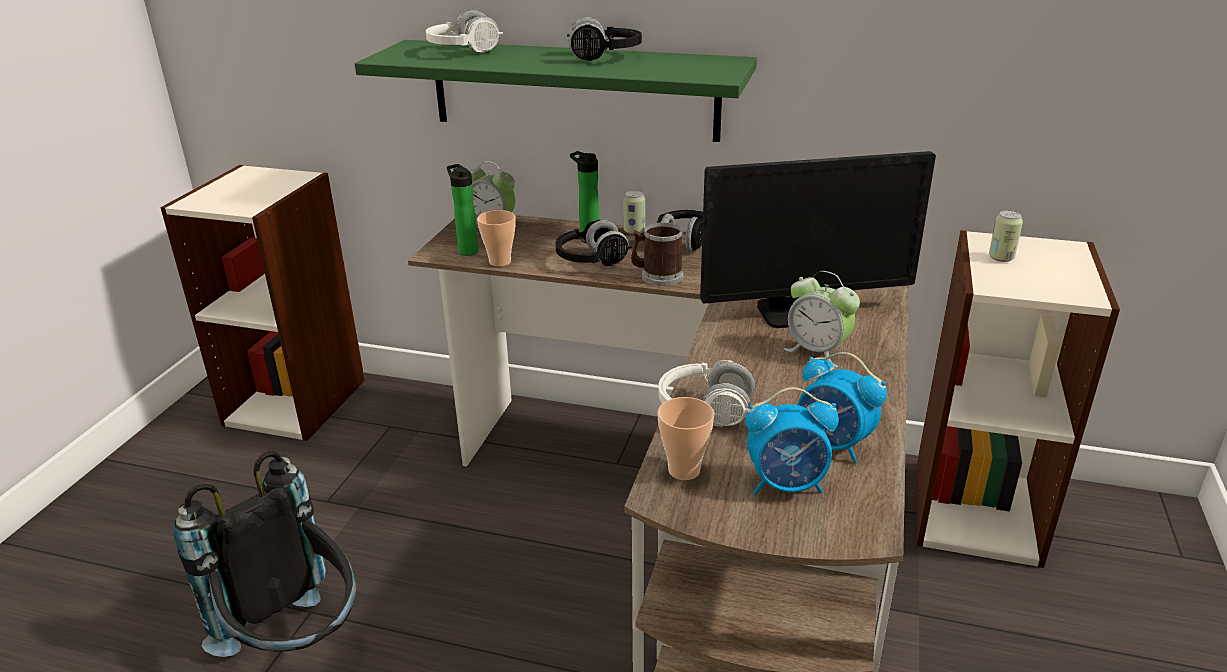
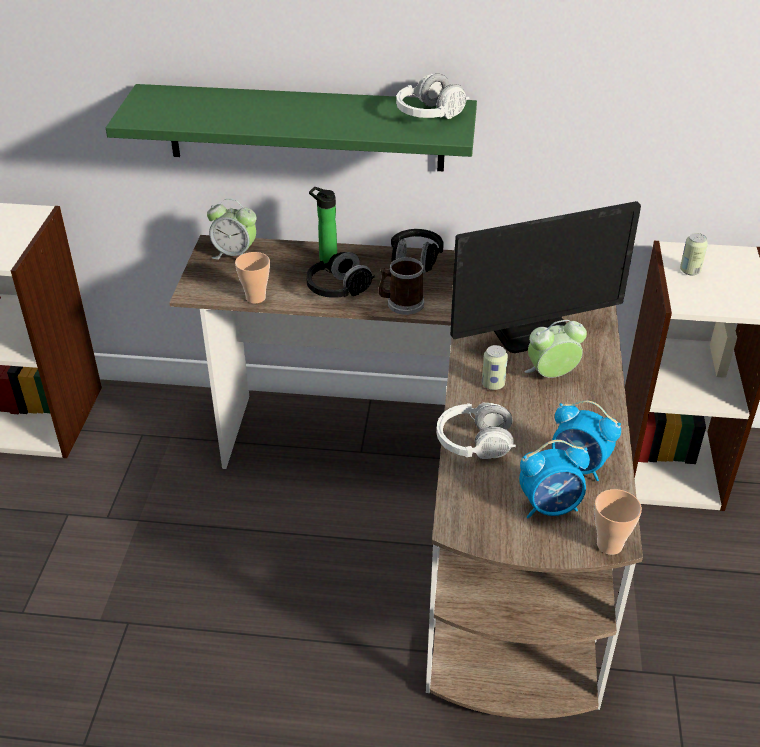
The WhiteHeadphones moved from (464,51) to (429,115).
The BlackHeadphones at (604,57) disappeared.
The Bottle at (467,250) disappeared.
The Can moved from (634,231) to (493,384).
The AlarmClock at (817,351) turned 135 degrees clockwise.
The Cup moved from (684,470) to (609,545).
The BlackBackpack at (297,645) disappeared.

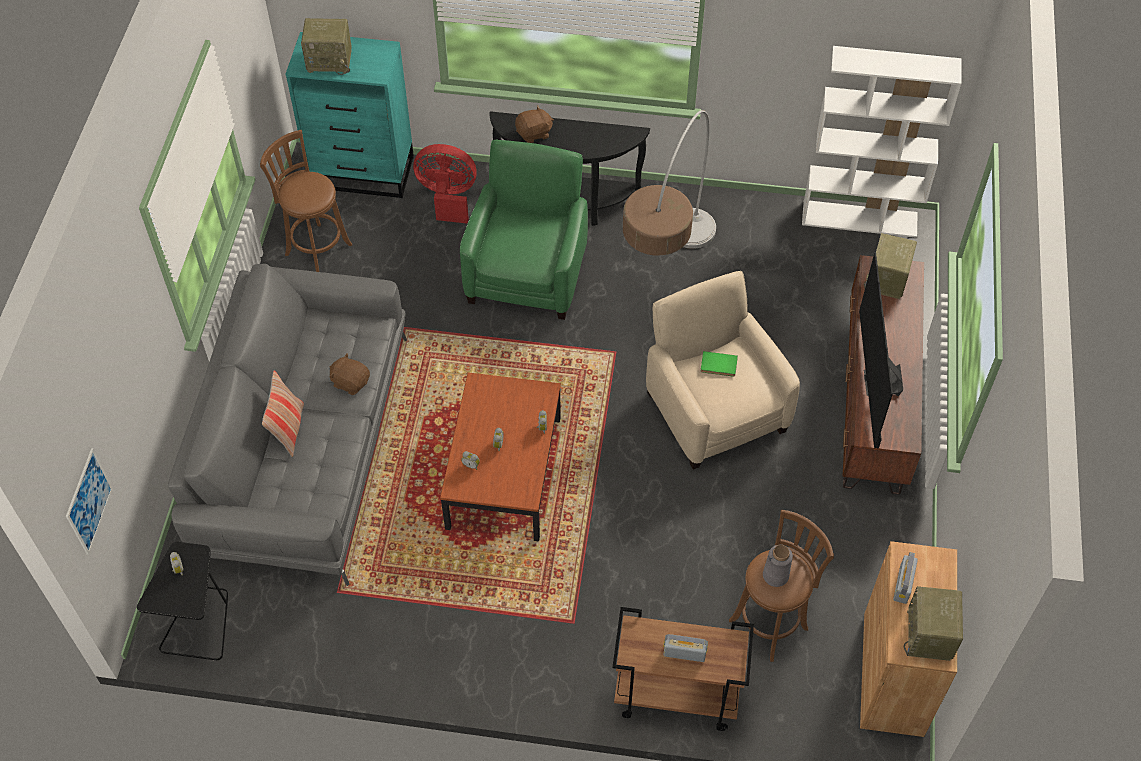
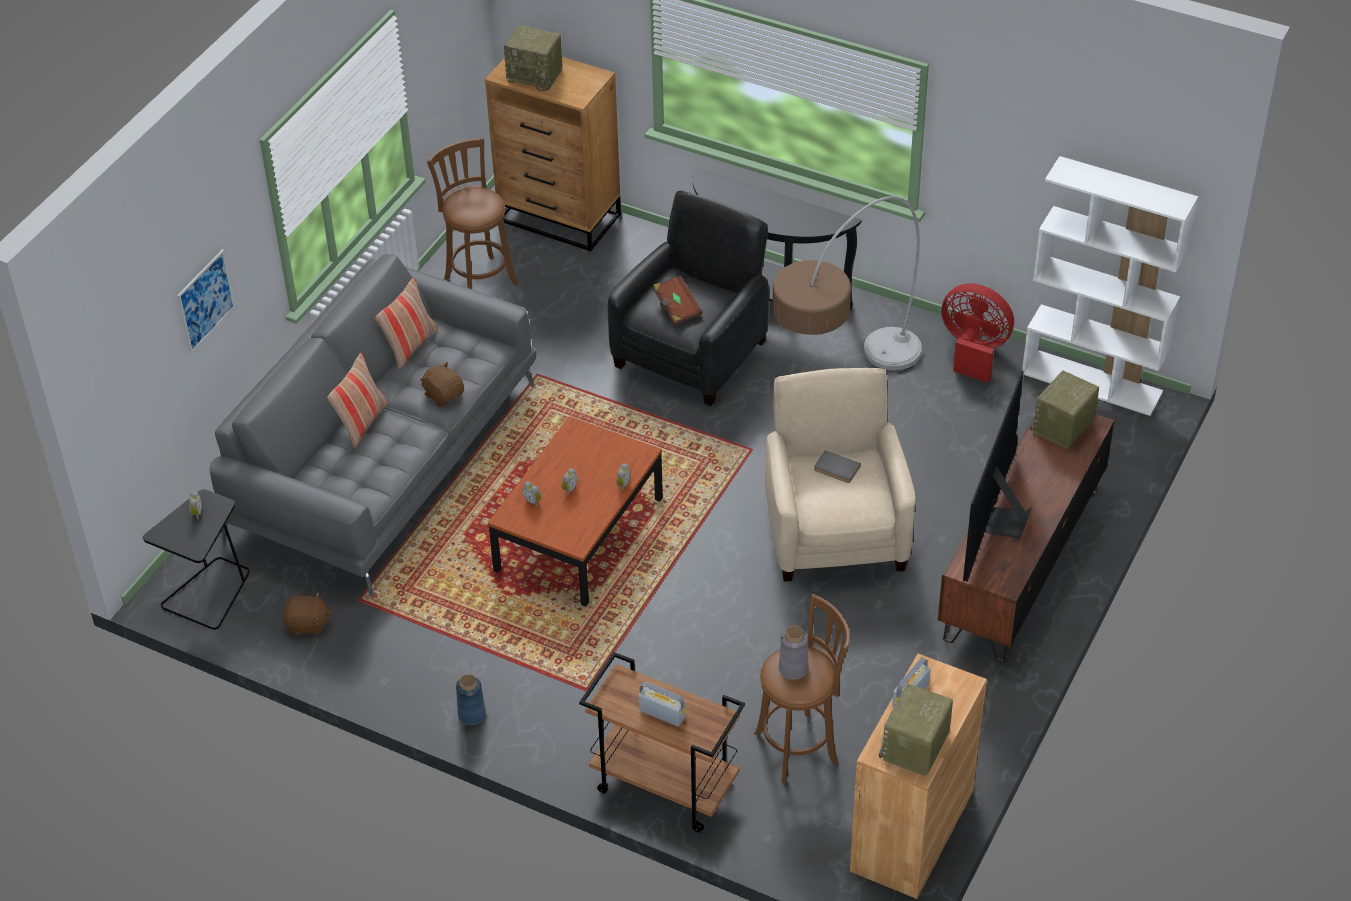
The TurquoiseDresser at (362,172) became the BrownDresser at (560,218).
The BrownPlushToy moved from (534,133) to (307,624).
The GreenArmchair at (527,273) became the BlackArmchair at (692,352).
The RedFan moved from (447,197) to (973,351).
The GreenBook at (718,366) became the GreyBook at (836,469).
The Picture moved from (89,501) to (205,301).
The BrownBook at (676,308) appeared.
The Pillow at (410,346) appeared.
The BlueVase at (472,714) appeared.

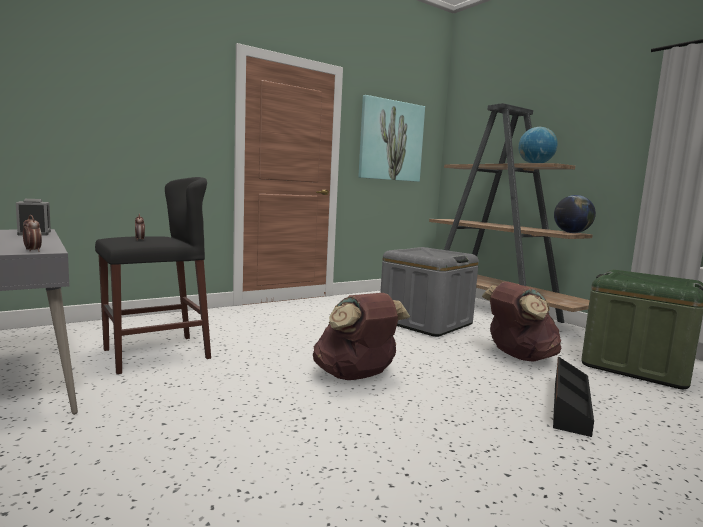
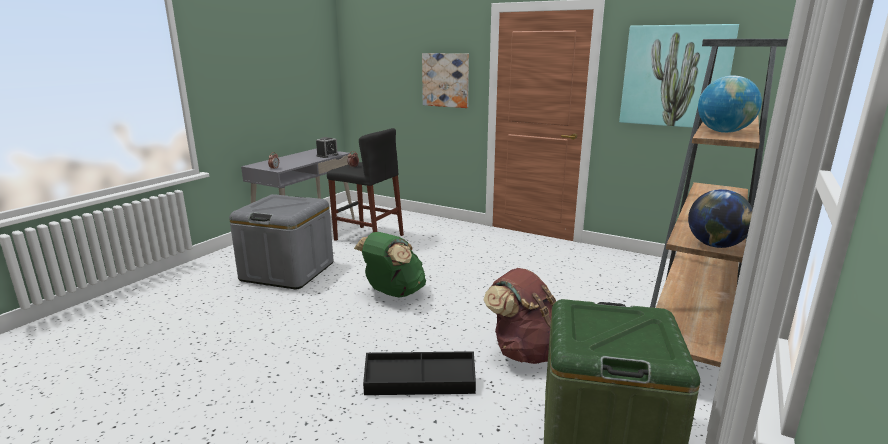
The GreyStorageBox moved from (425,322) to (287,271).
The BrownBackpack at (356,376) became the GreenBackpack at (393,293).
The Picture at (446,80) appeared.

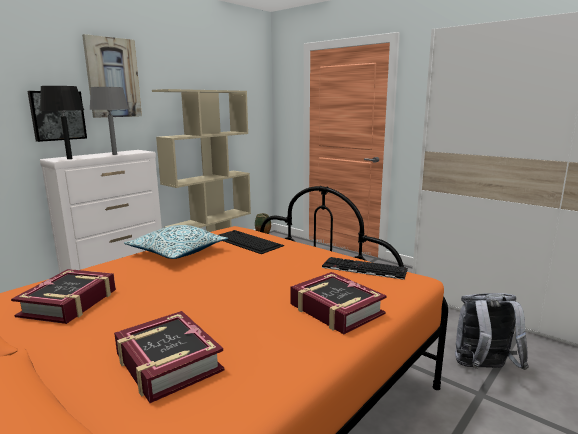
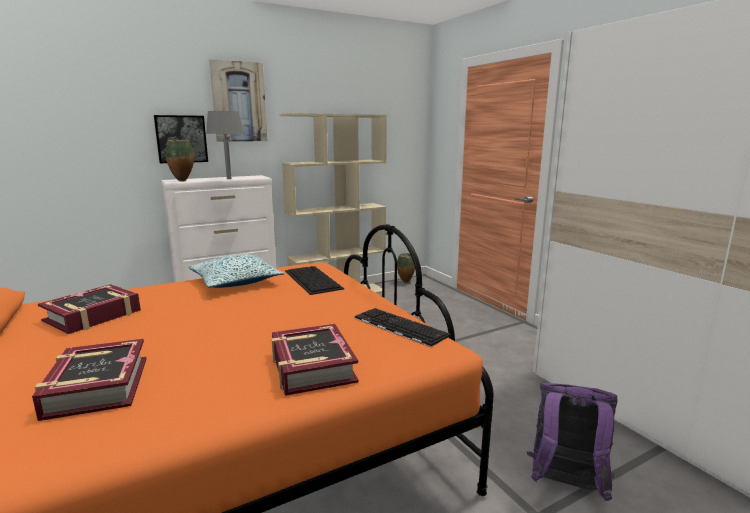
The BlackTableLamp at (70,159) was replaced by the Vase at (183,181).
The GreyBackpack at (483,369) became the PurpleBackpack at (565,485).

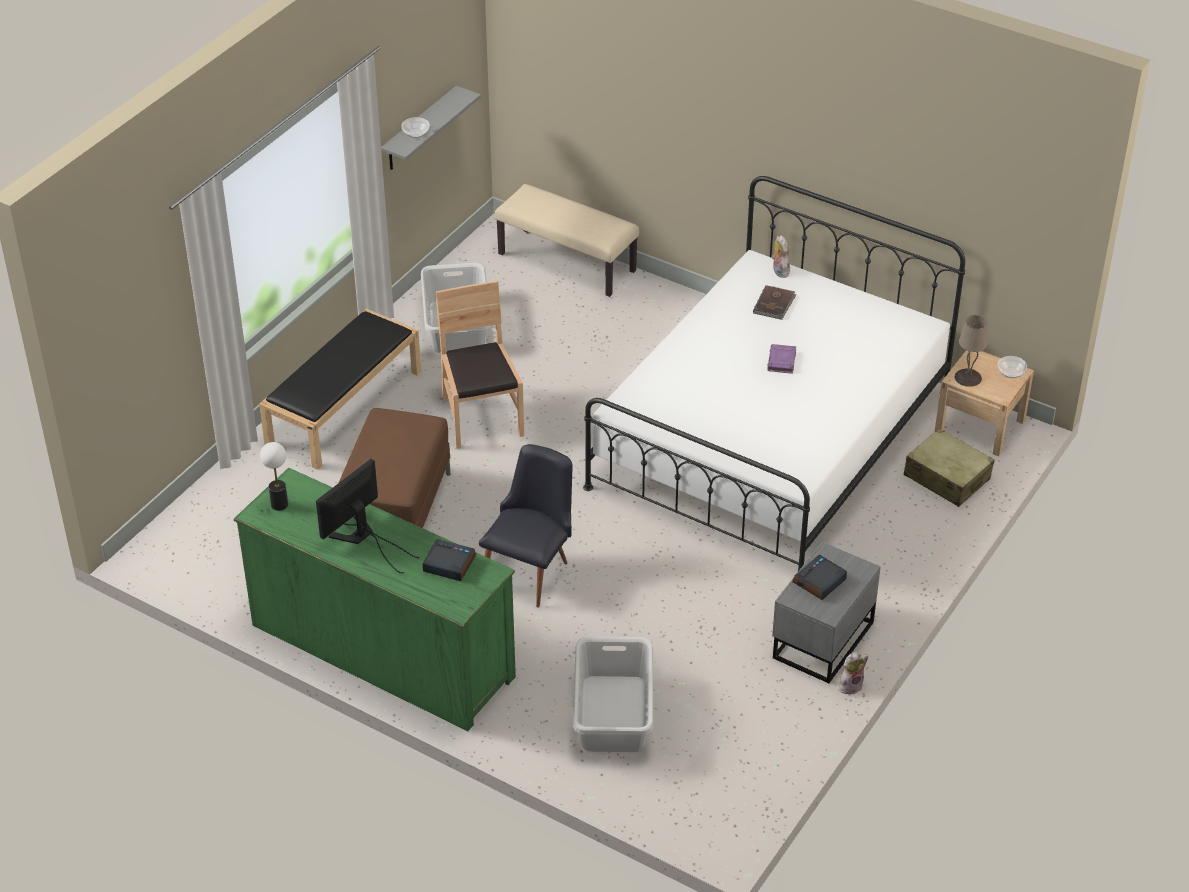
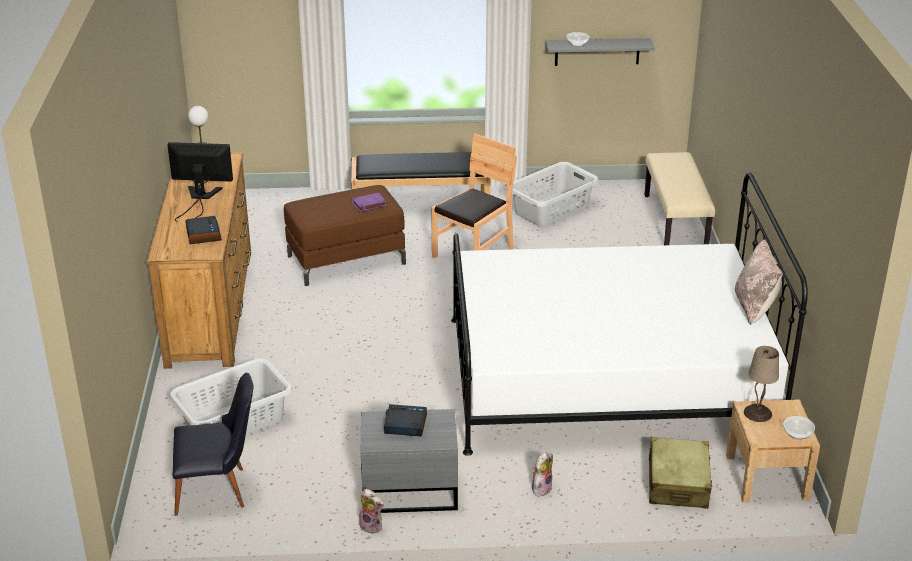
The PlushToy moved from (779,271) to (541,488).
The BrownBook at (774,304) disappeared.
The PurpleBook moved from (782,361) to (368,204).
The BlackChair moved from (531,569) to (218,491).
The GreenDresser at (382,650) became the BrownDresser at (210,306).
The BeigePillow at (755,307) appeared.

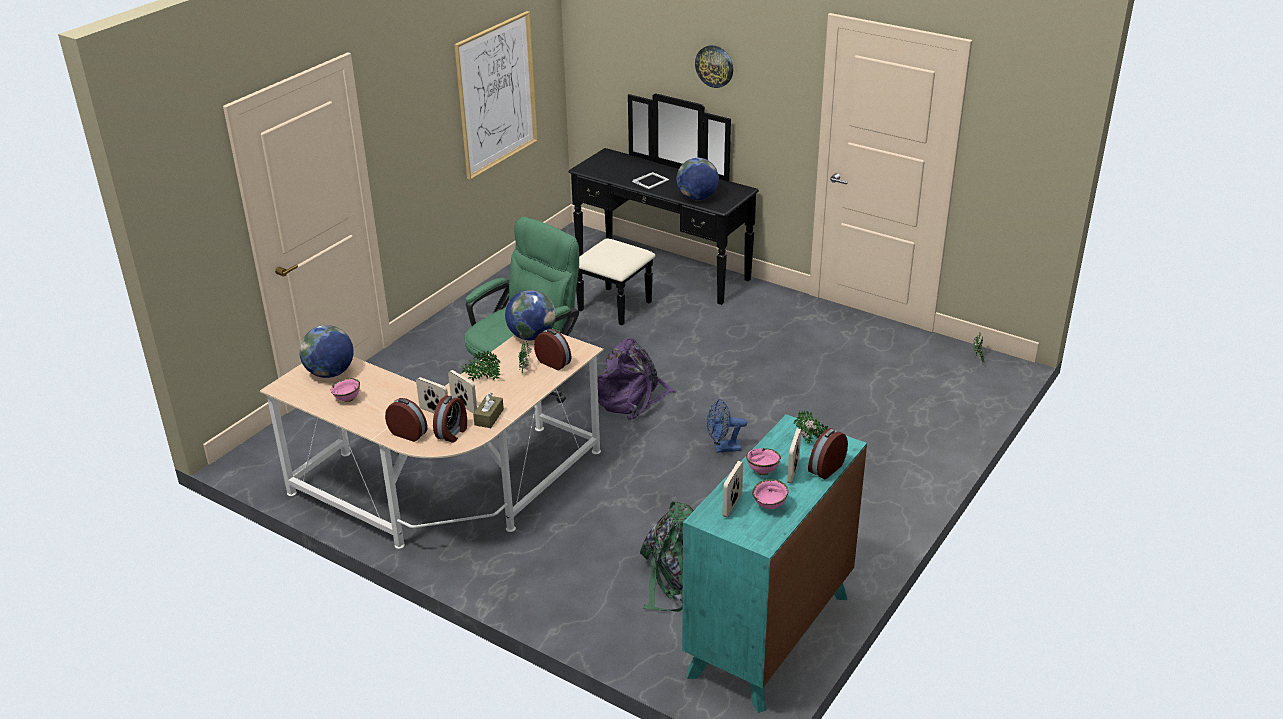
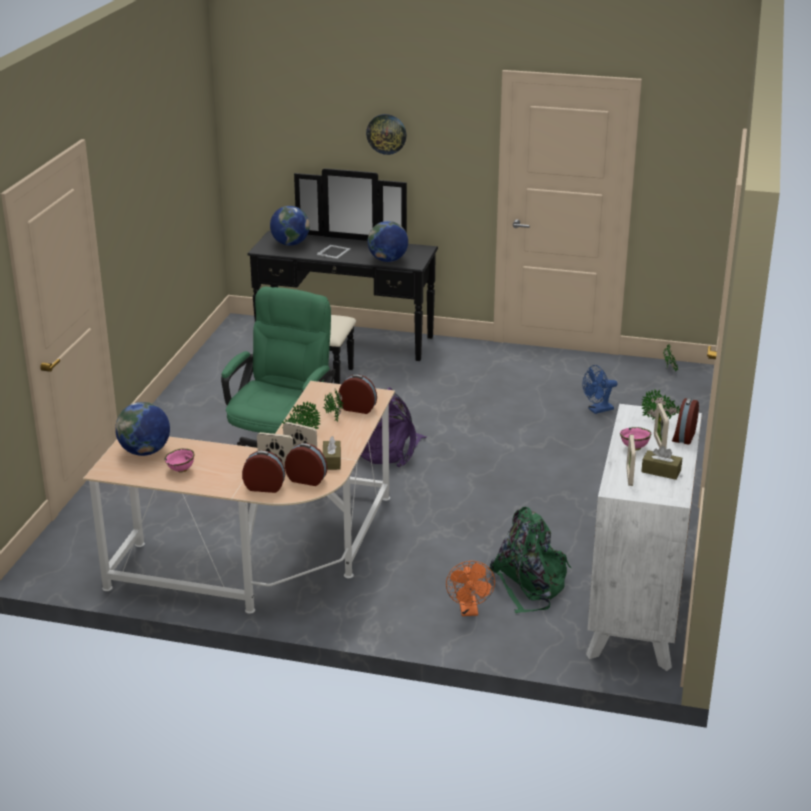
The Picture at (496,95) disappeared.
The Globe moved from (531,336) to (290,244).
The AlarmClock at (452,433) turned 75 degrees counterclockwise.
The BlueFan moved from (723,448) to (597,410).
The TurquoiseDresser at (769,635) became the WhiteDresser at (637,610).
The PinkBowl at (770,506) was replaced by the BrownTissueBox at (661,471).
The OrangeFan at (469,611) appeared.

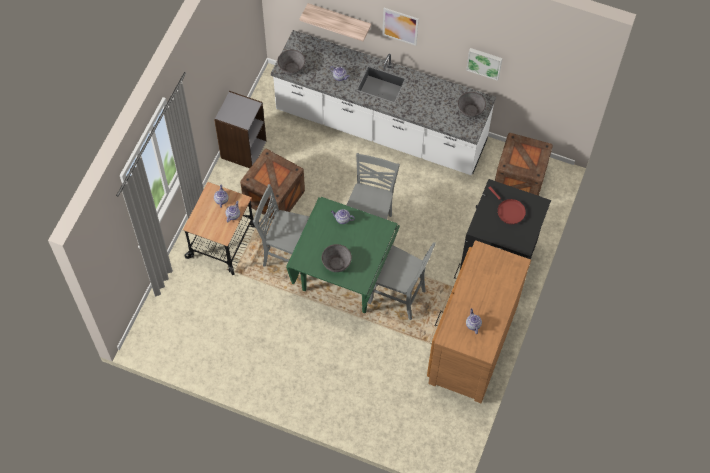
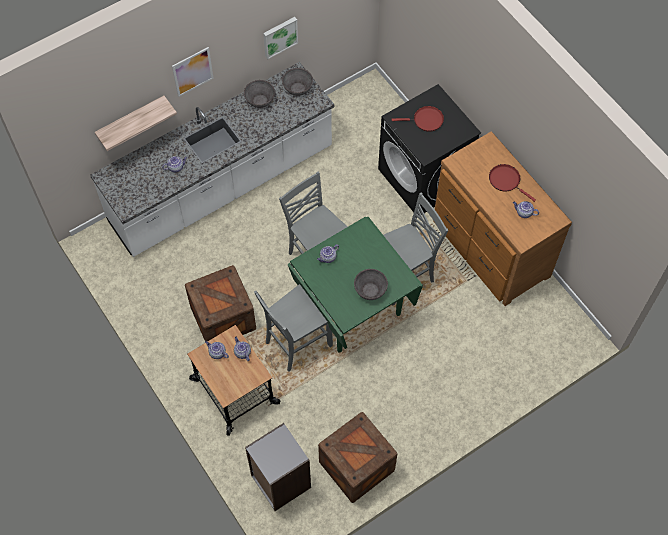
The GreyBowl moved from (291,68) to (260,100).
The GreyBookcase moved from (243,149) to (280,481).
The Crate moved from (519,179) to (356,466).
The RedFryingPan at (506,180) appeared.

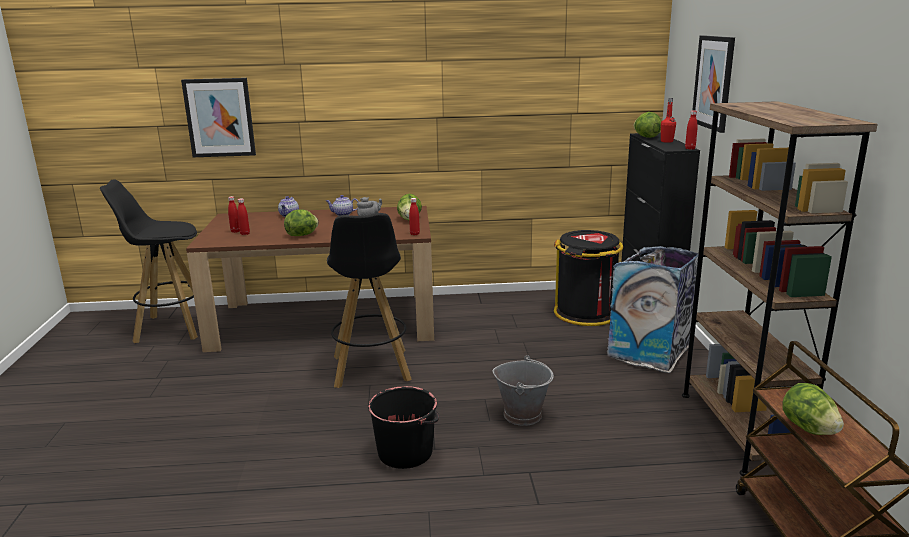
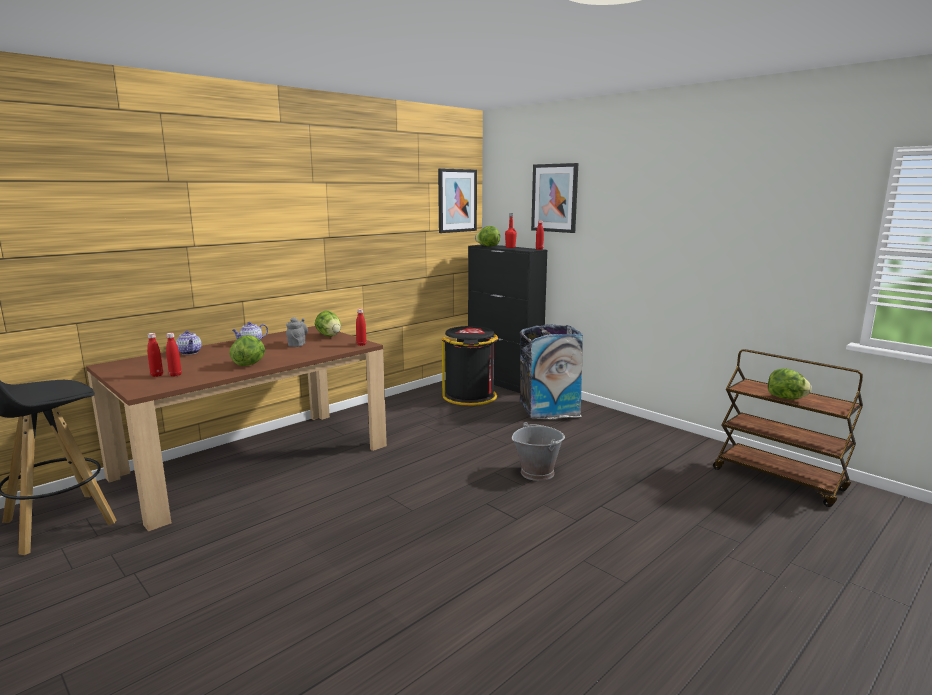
The Picture moved from (219,117) to (457,200).
The BrownBookcase at (739,429) disappeared.
The BlackStool at (371,369) disappeared.
The BlackBucket at (406,452) disappeared.

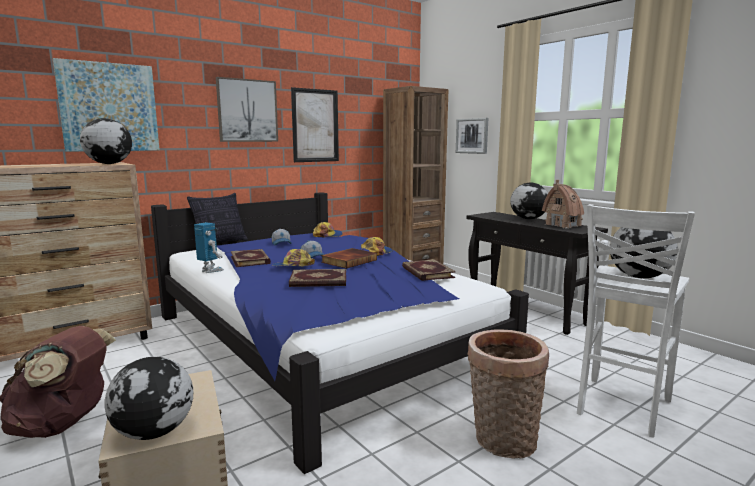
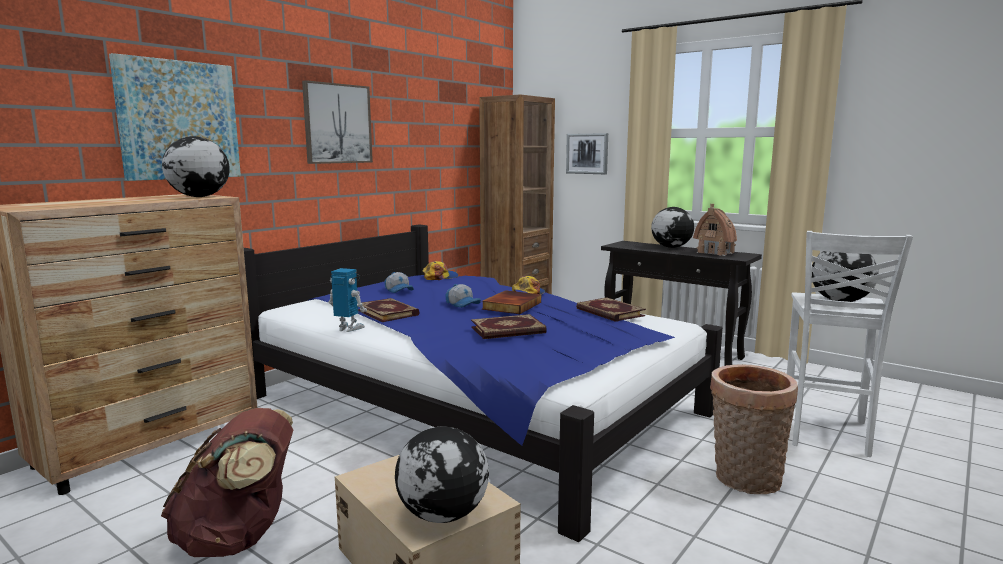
The Picture at (315,125) disappeared.
The Pillow at (220,244) disappeared.
The Cap at (293,266) disappeared.

